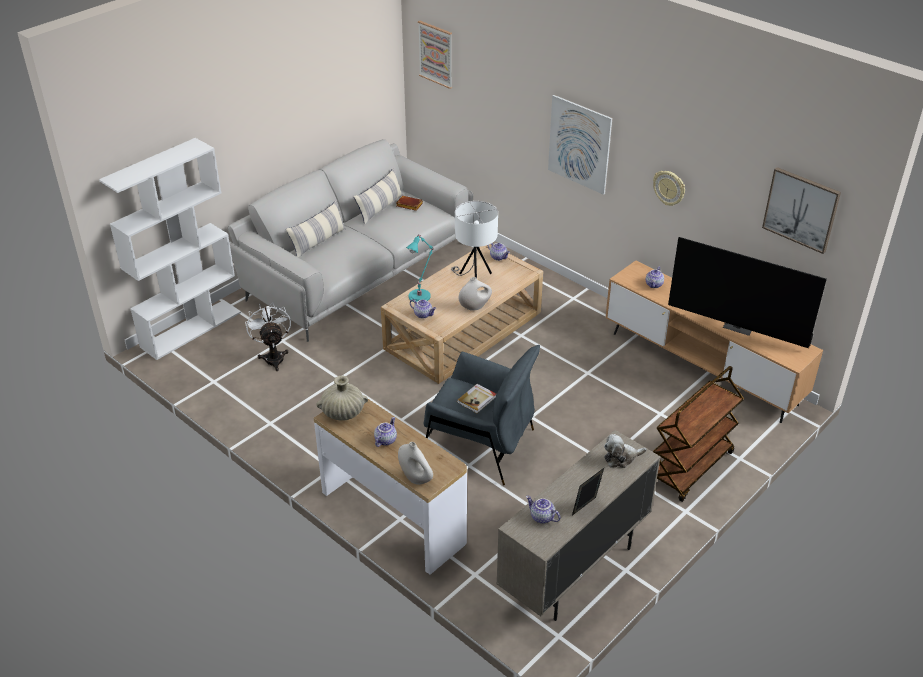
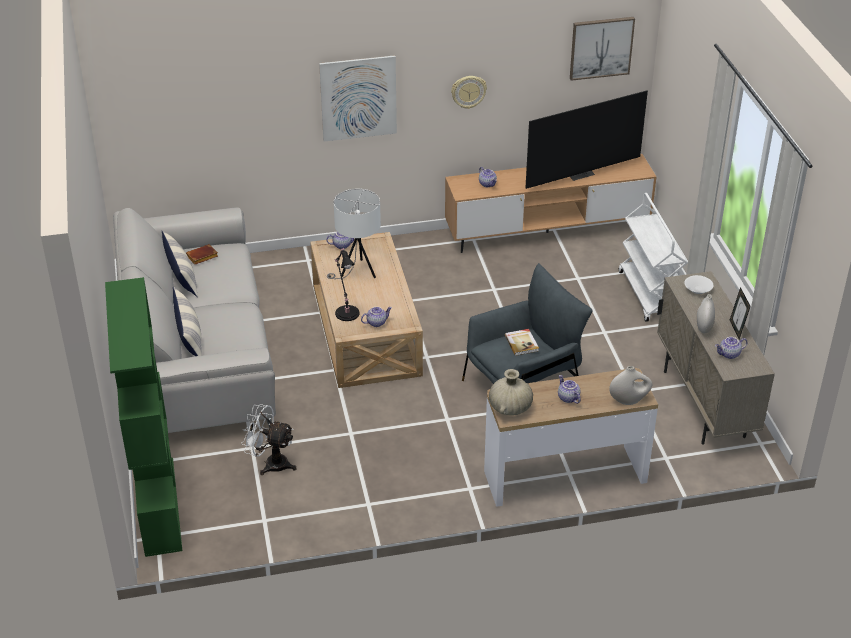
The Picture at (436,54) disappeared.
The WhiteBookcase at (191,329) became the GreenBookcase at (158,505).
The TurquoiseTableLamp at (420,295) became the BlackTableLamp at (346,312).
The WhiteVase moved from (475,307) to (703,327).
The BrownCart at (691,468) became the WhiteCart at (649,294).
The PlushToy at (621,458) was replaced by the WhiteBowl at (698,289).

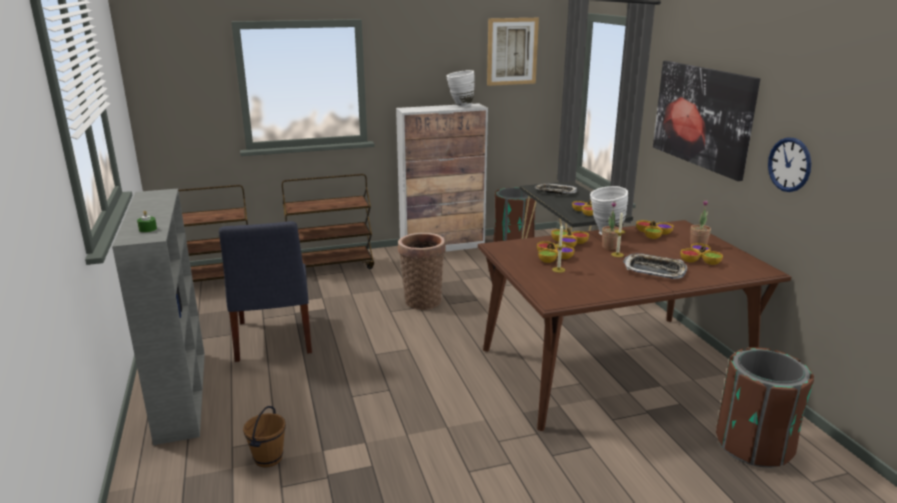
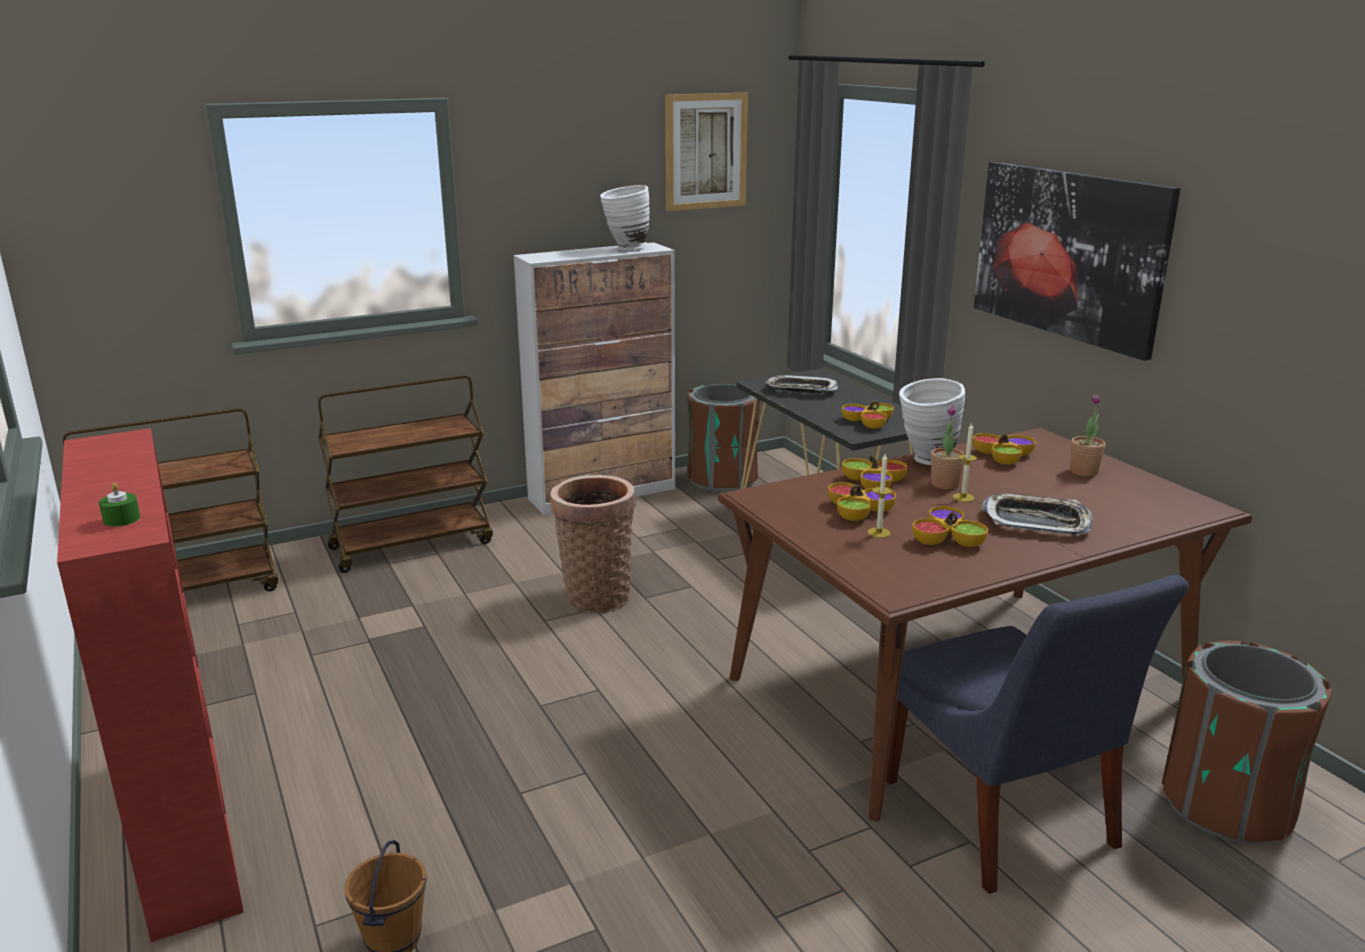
The WallClock at (789,164) disappeared.
The GreyBookcase at (181,394) became the RedBookcase at (184,825).
The BlueChair moved from (273,339) to (1003,819).
The Bowl moved from (699,260) to (947,538).

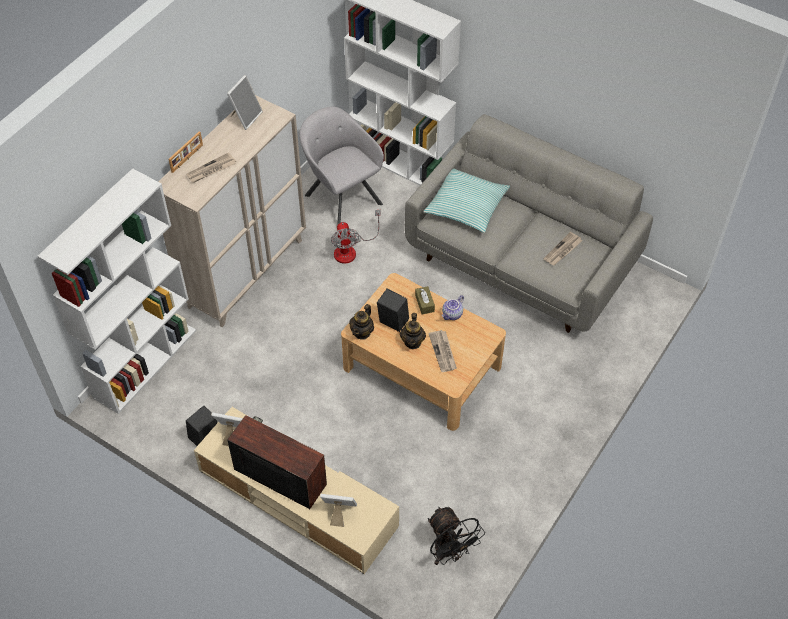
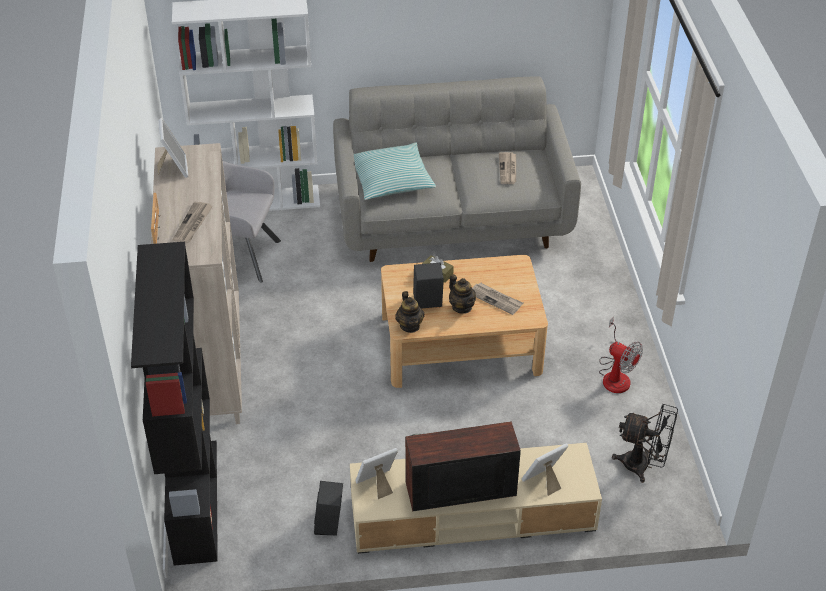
The WhiteBookcase at (145,363) became the BlackBookcase at (195,500).
The Fan moved from (351,249) to (615,375).
The Teapot at (452,314) disappeared.

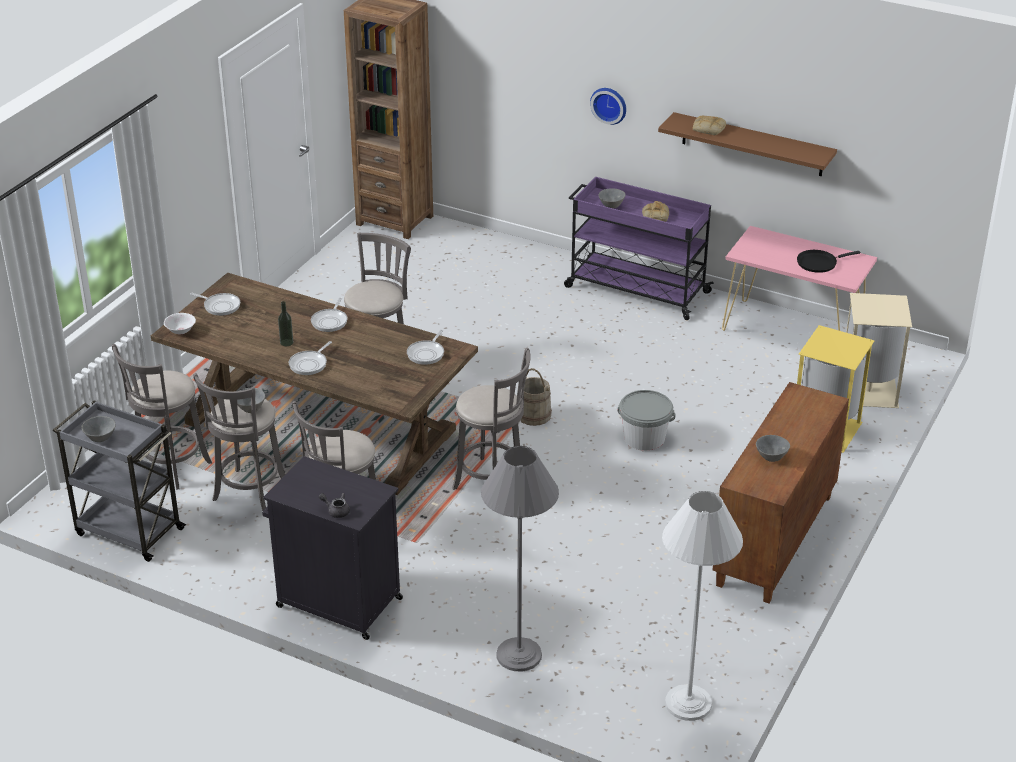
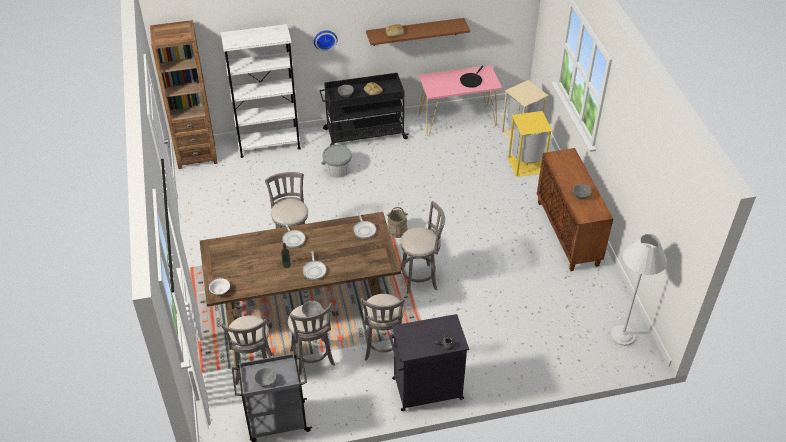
The PurpleCart at (635,289) became the BlackCart at (364,134).
The FryingPan at (220,306) disappeared.
The GreyBucket moved from (644,438) to (337,170).
The GreyFloorLamp at (519,655) disappeared.
The WhiteBookcase at (269,145) appeared.

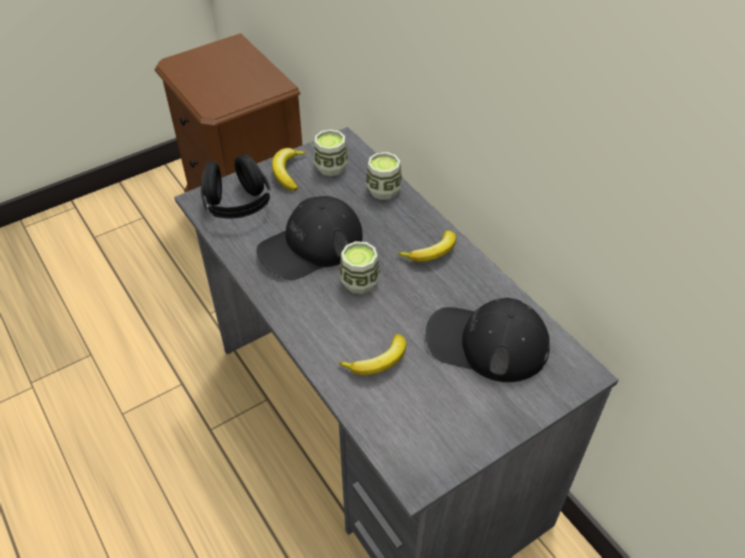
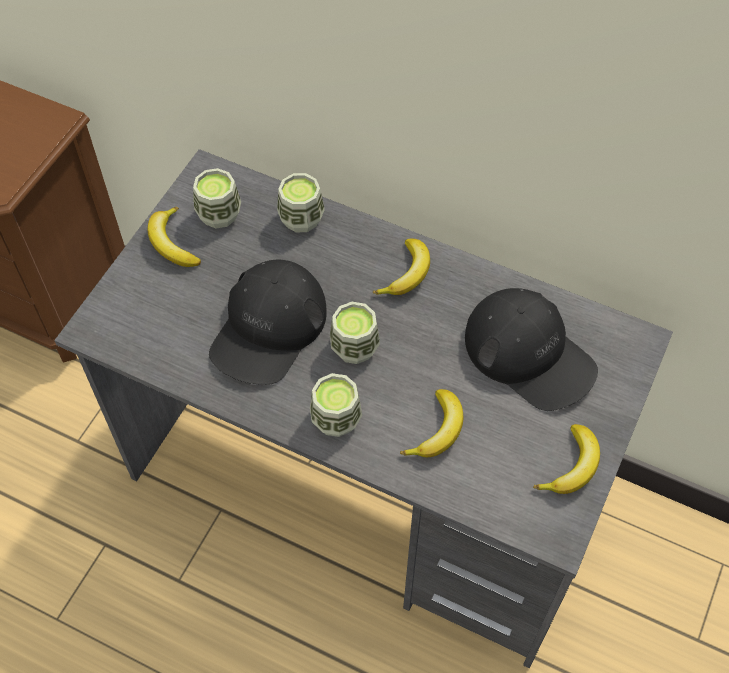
The BlackHeadphones at (237,205) disappeared.
The BlackCap at (486,343) turned 120 degrees counterclockwise.
The Cup at (336,419) appeared.
The Banana at (571,466) appeared.

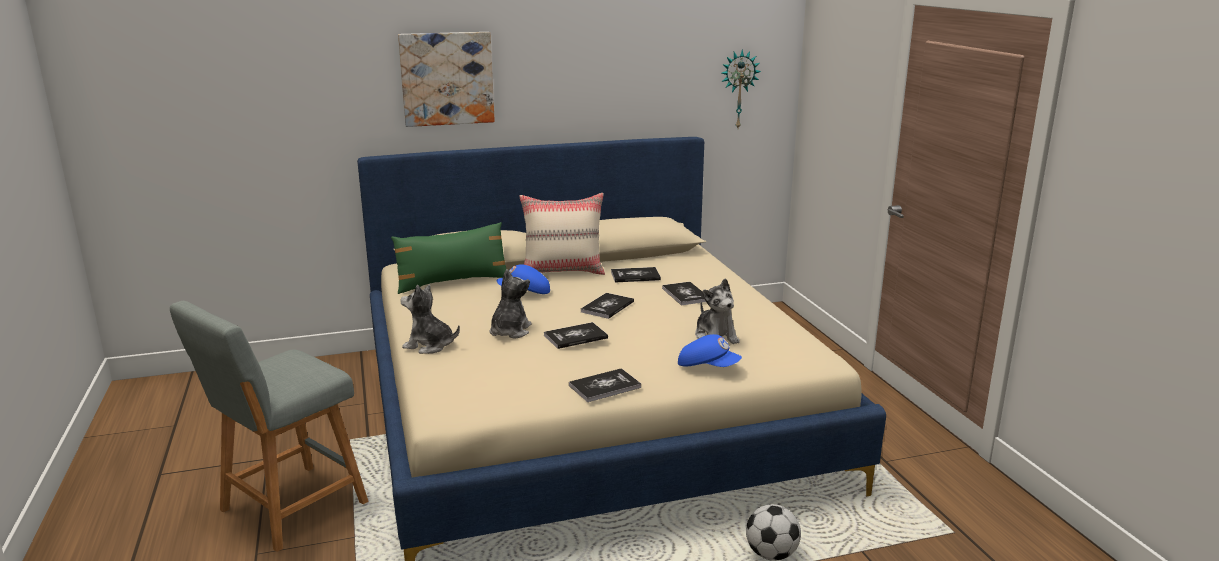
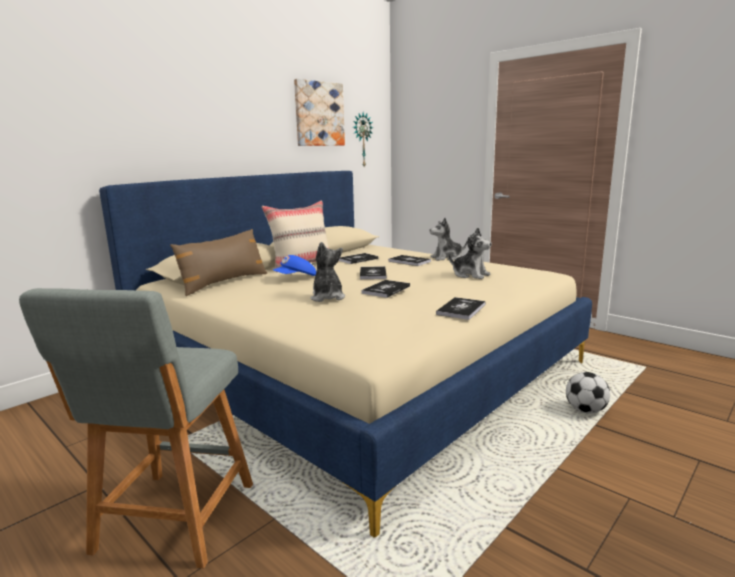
The Picture moved from (447,78) to (319,114).
The GreenPillow at (452,282) became the BrownPillow at (224,283).
The PlushToy moved from (429,345) to (447,258).
The BlueCap at (708,367) disappeared.

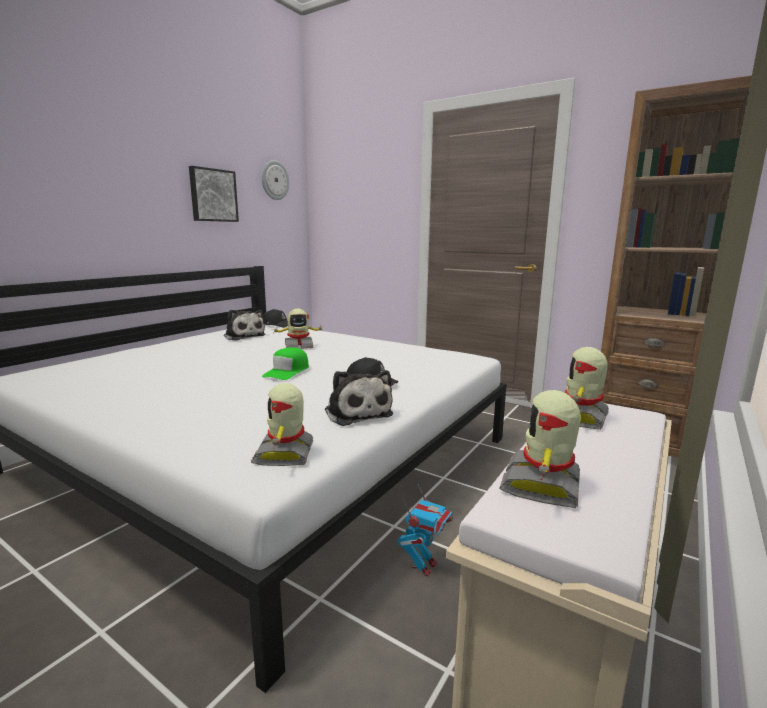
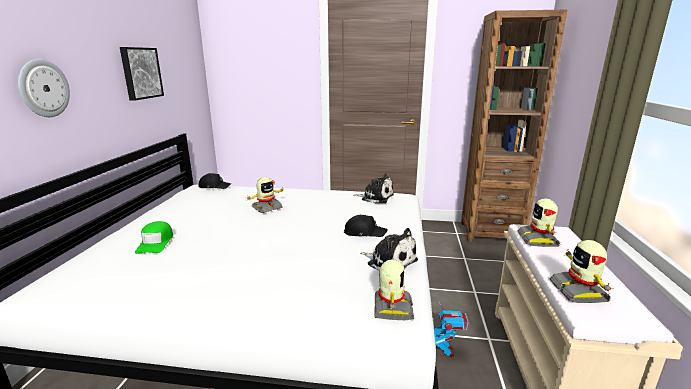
The WallClock moved from (274,180) to (43,88).
The PlushToy moved from (244,336) to (375,197).
The GreenCap moved from (287,371) to (156,243).
The ToyRobot at (286,453) turned 150 degrees counterclockwise.

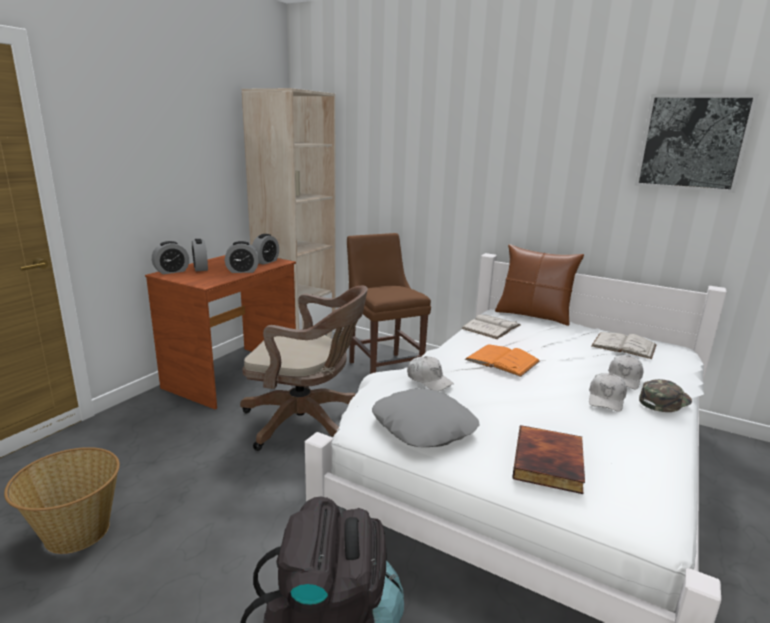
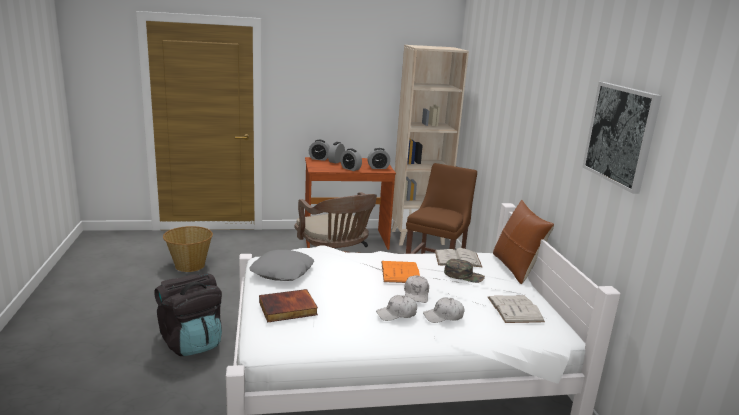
The WhiteCap moved from (429,380) to (416,294).
The GreenCap moved from (664,401) to (464,275).

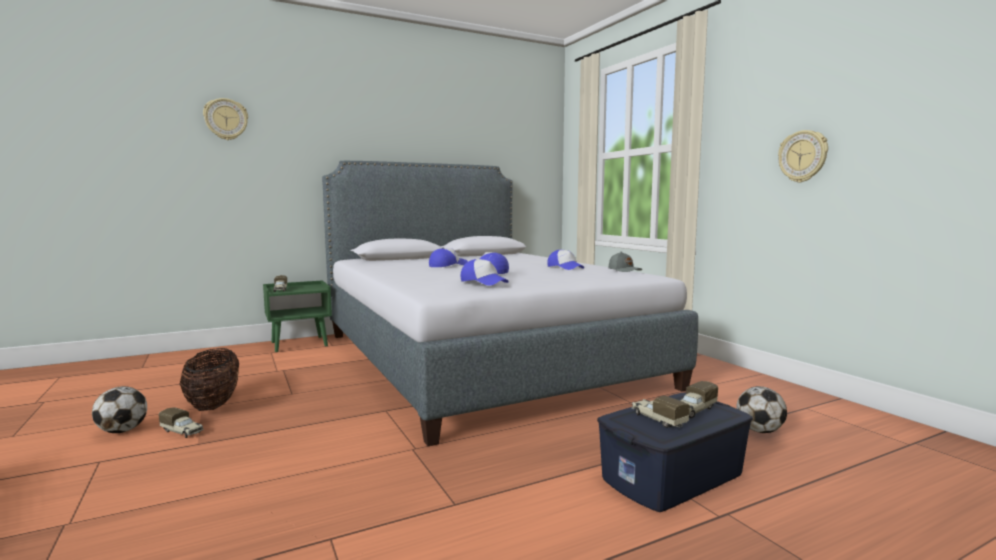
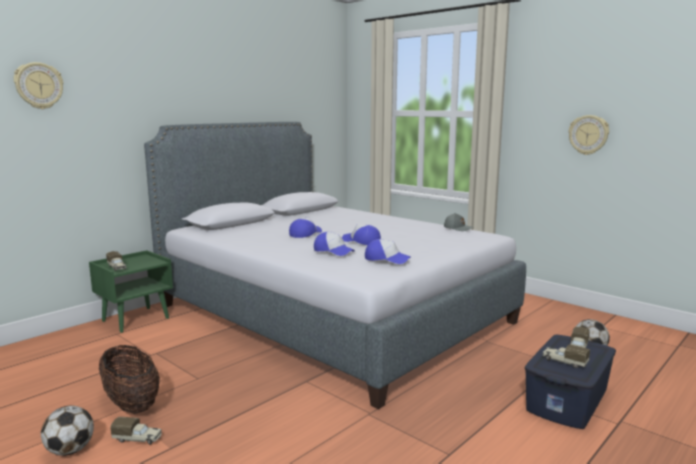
The Cap moved from (565,267) to (333,251).

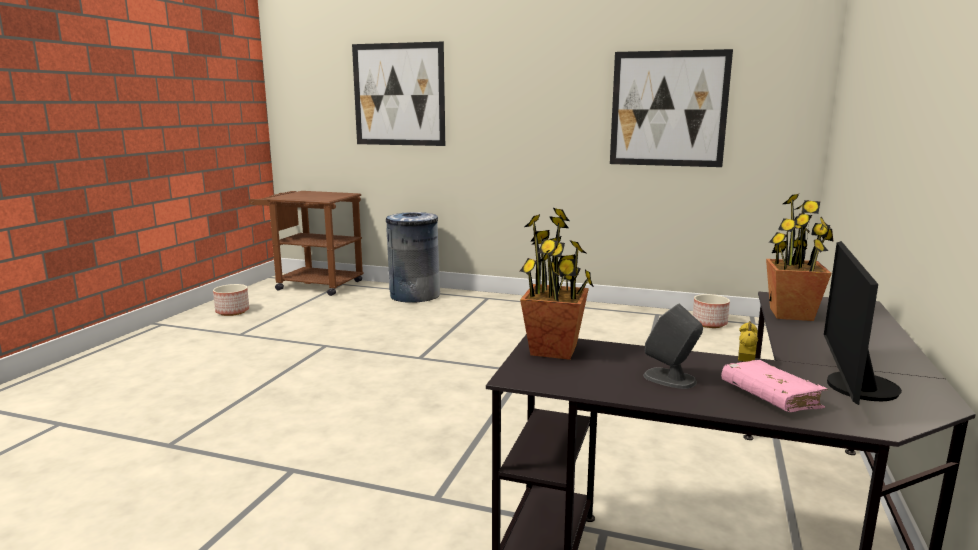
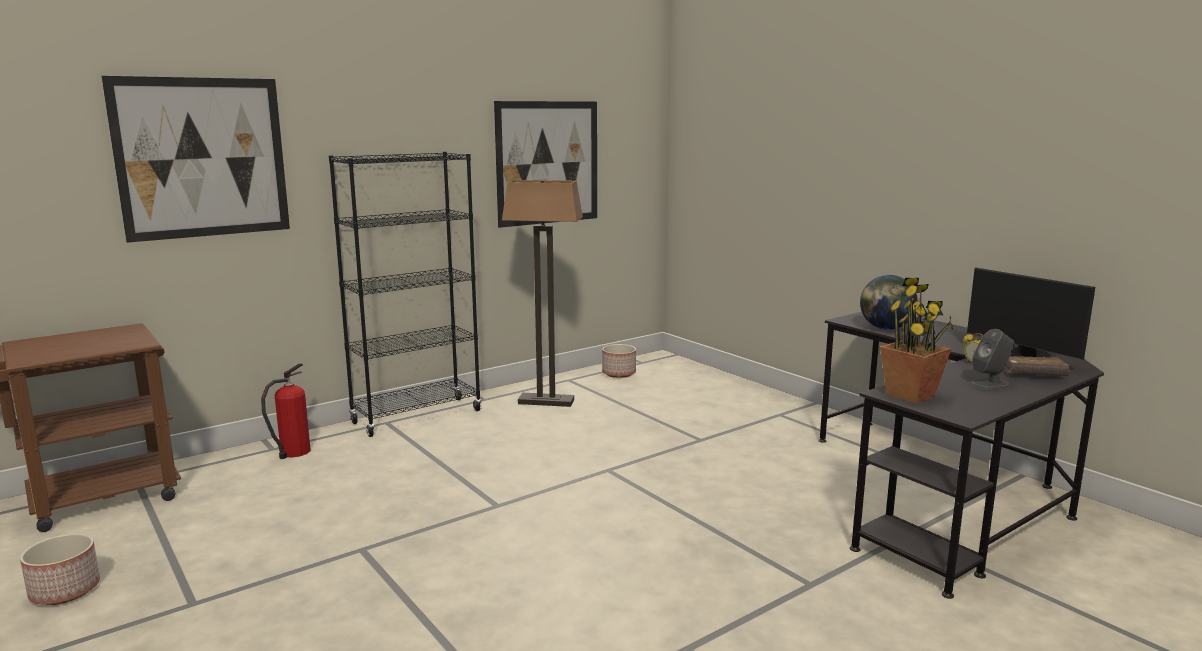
The PottedPlant at (791,314) was replaced by the Globe at (885,329).
The GreyTrashCan at (414,295) was replaced by the FireExtinguisher at (293,452).
The PinkBook at (770,397) became the BrownBook at (1033,374).
The BlackBookcase at (417,417) appeared.
The FloorLamp at (546,401) appeared.

